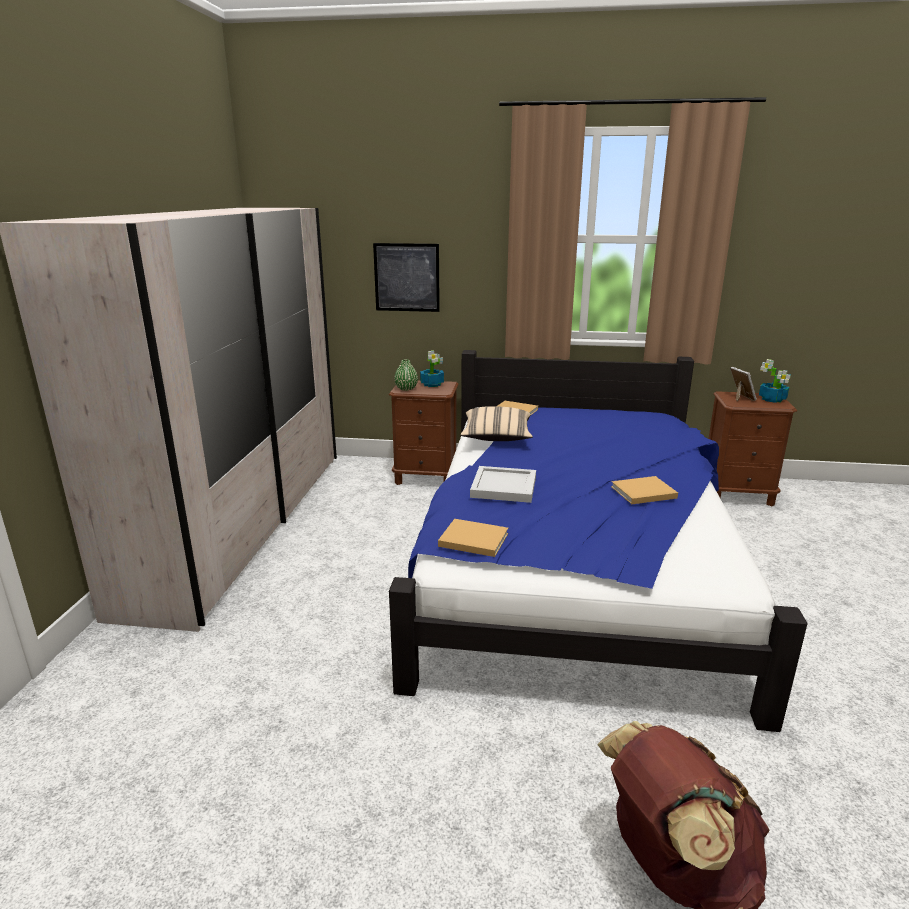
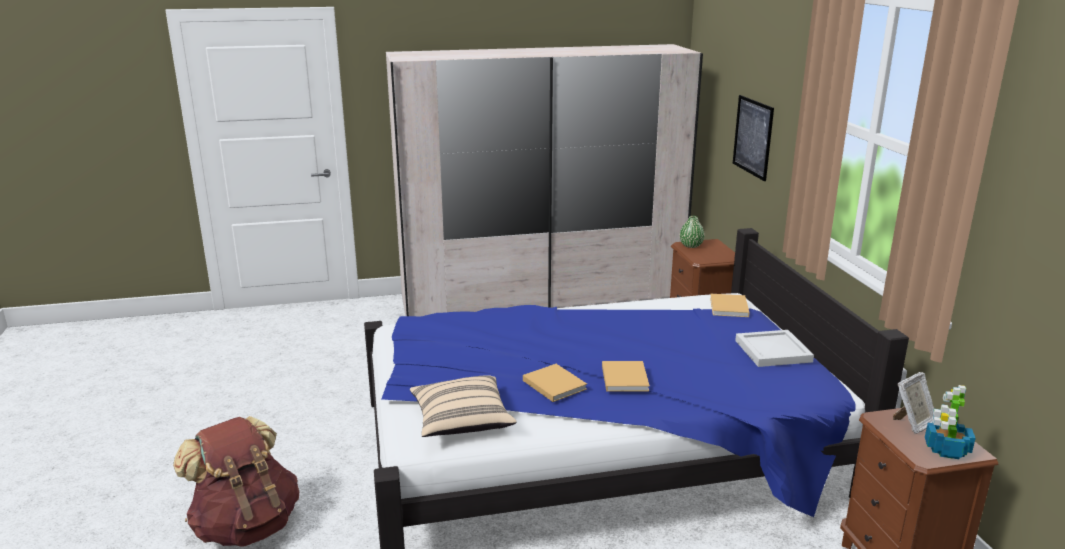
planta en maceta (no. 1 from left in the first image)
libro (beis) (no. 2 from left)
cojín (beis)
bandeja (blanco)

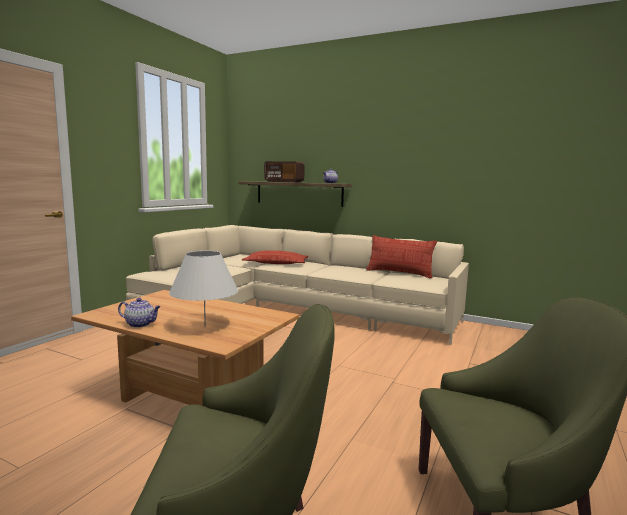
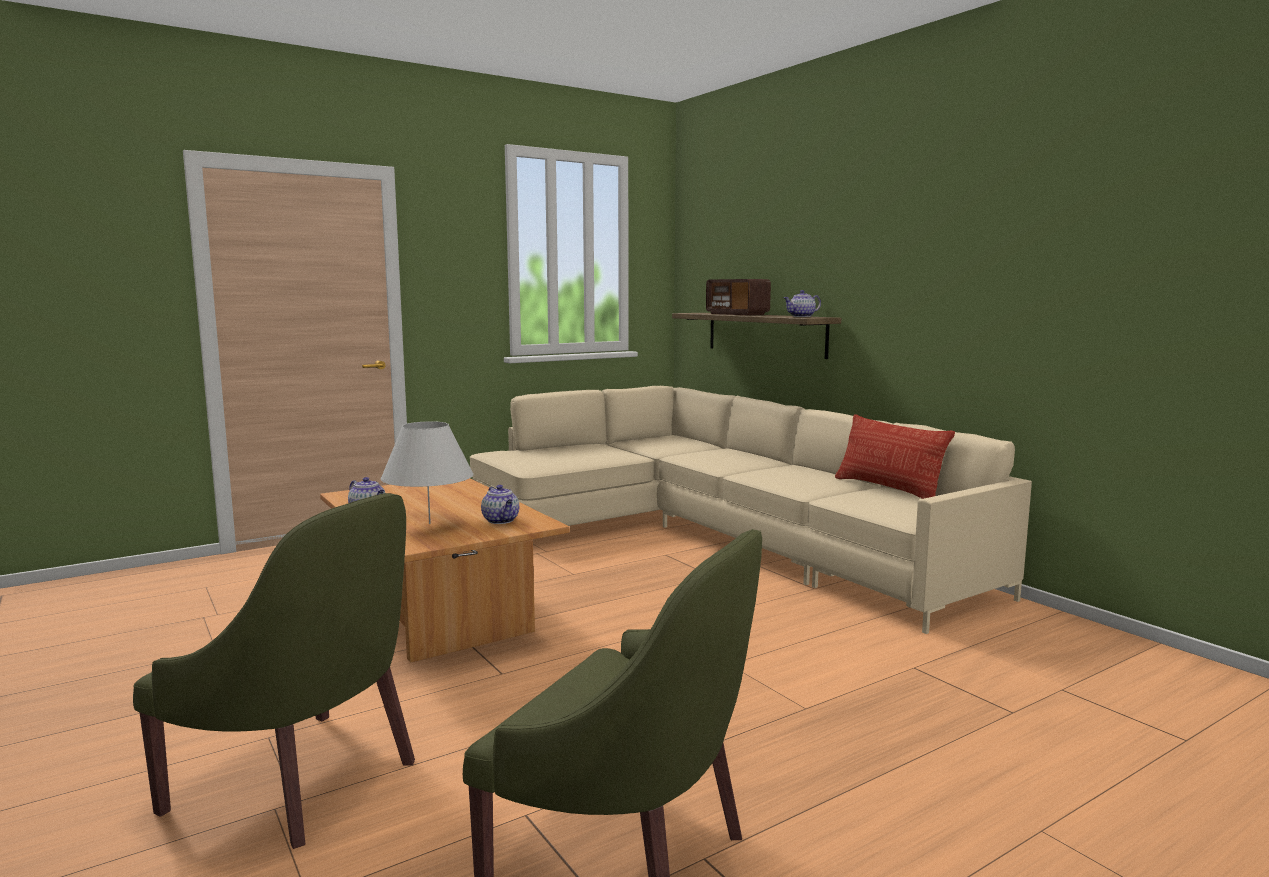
cojín (no. 1 from left in the first image)
tetera (no. 2 from left)

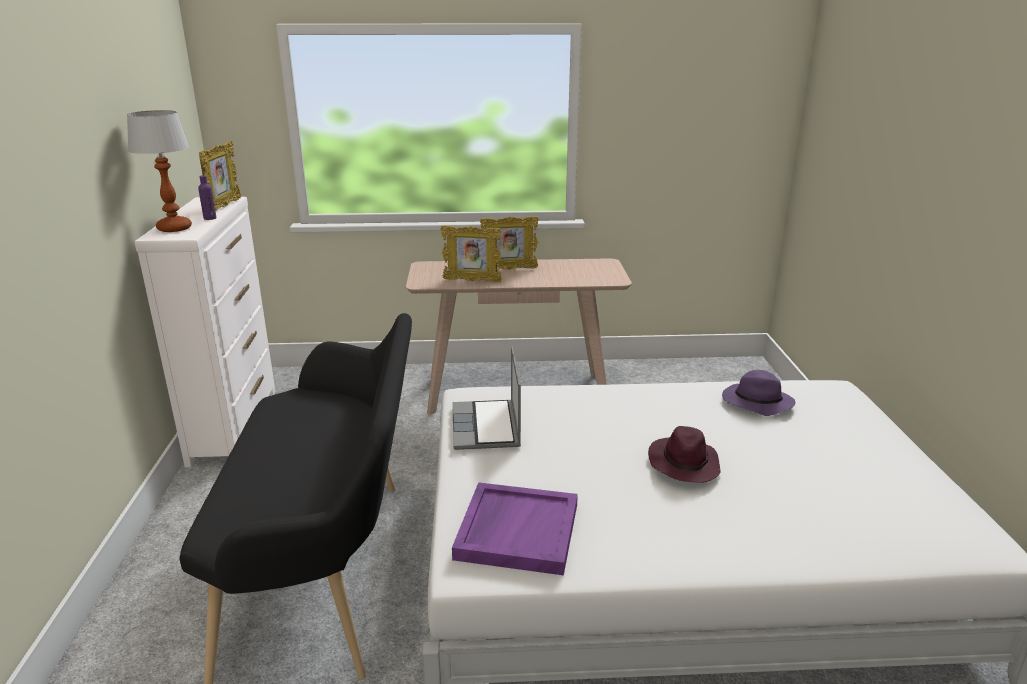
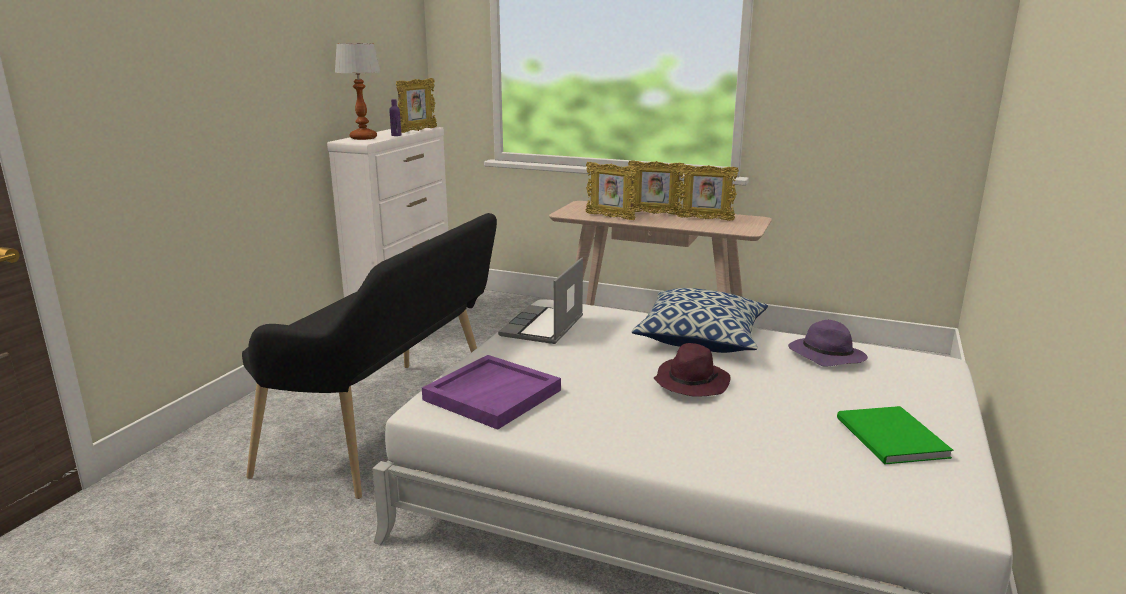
cojín
portarretratos (no. 4 from left)
libro (verde)

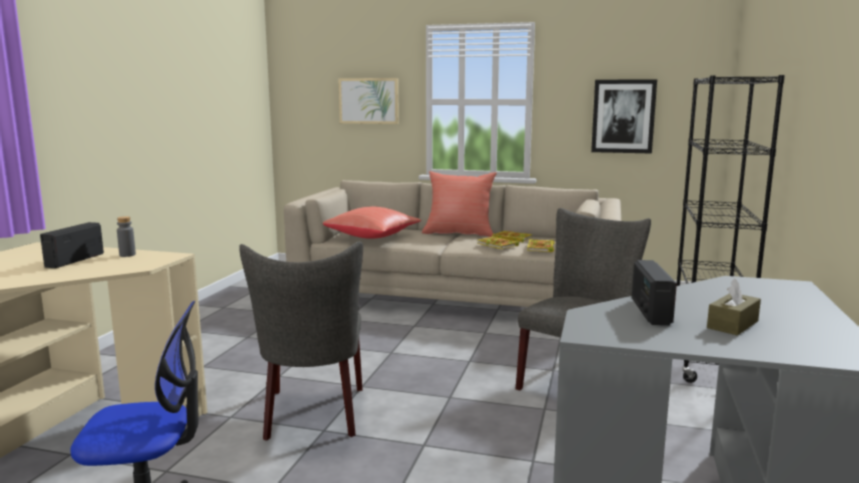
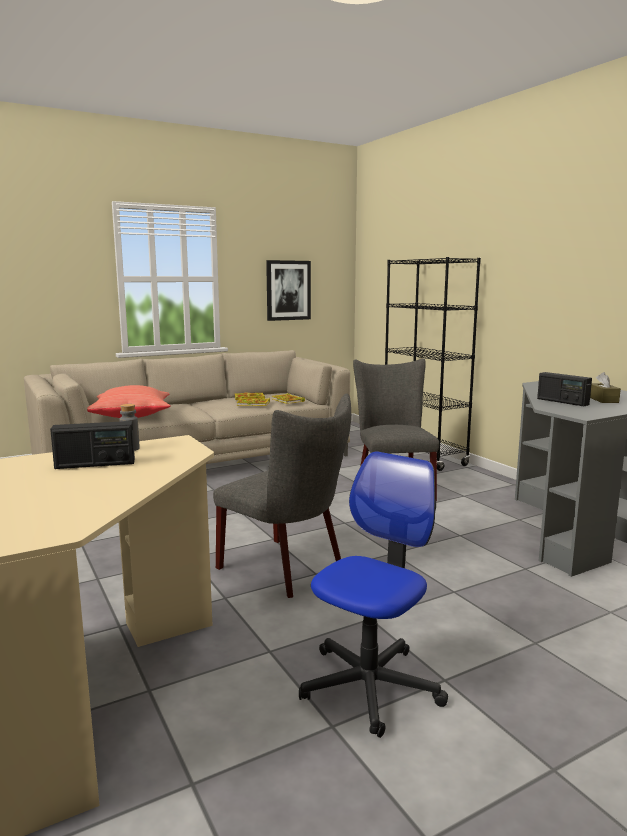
cuadro (no. 1 from left in the first image)
cojín (rojo) (no. 2 from left in the first image)
radio (no. 1 from left)

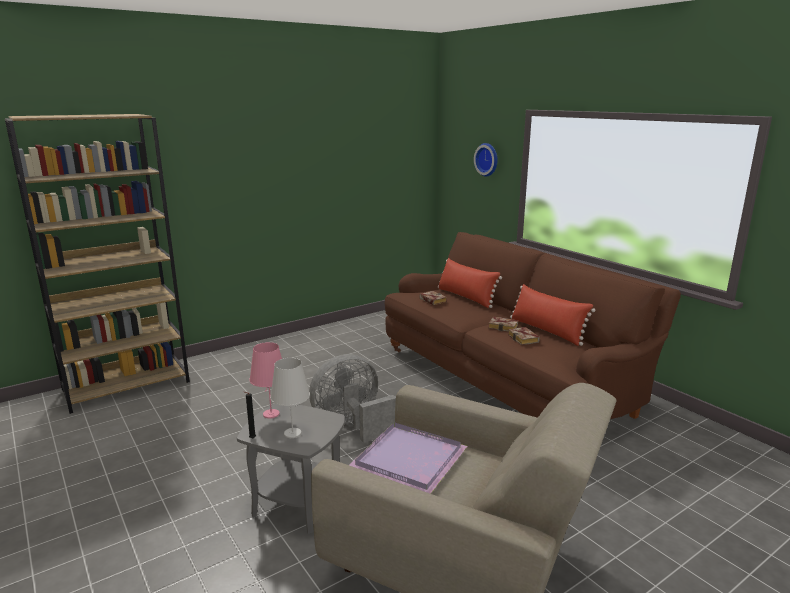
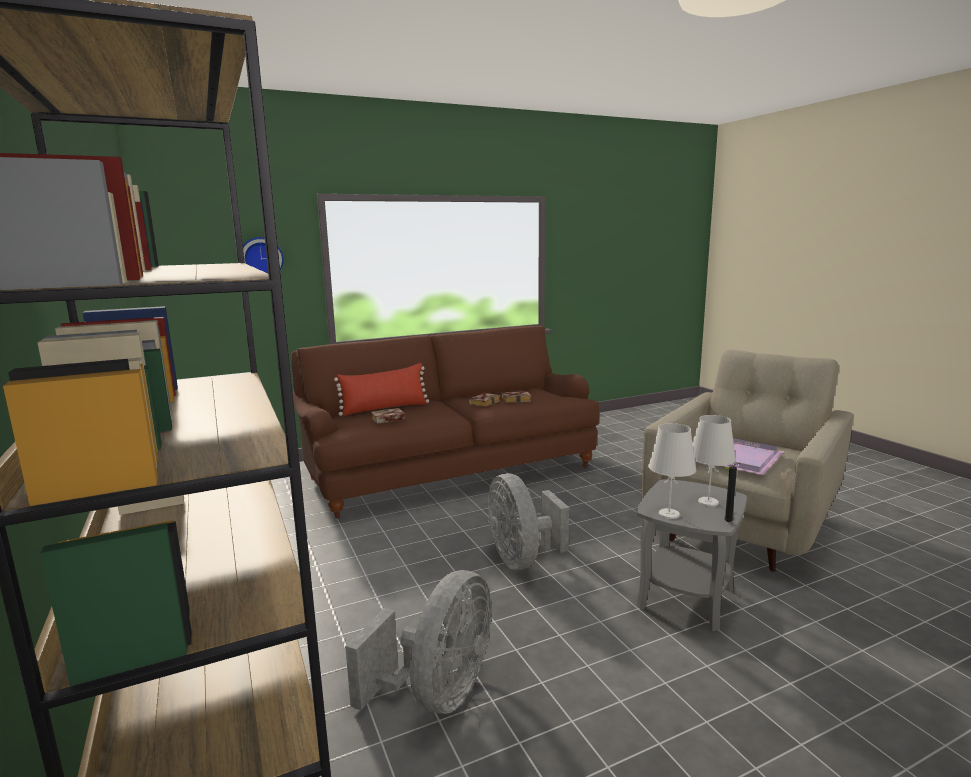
cojín (rojo) (no. 2 from left in the first image)
ventilador (gris) (no. 1 from left)
lámpara de mesa (blanco) (no. 1 from left)

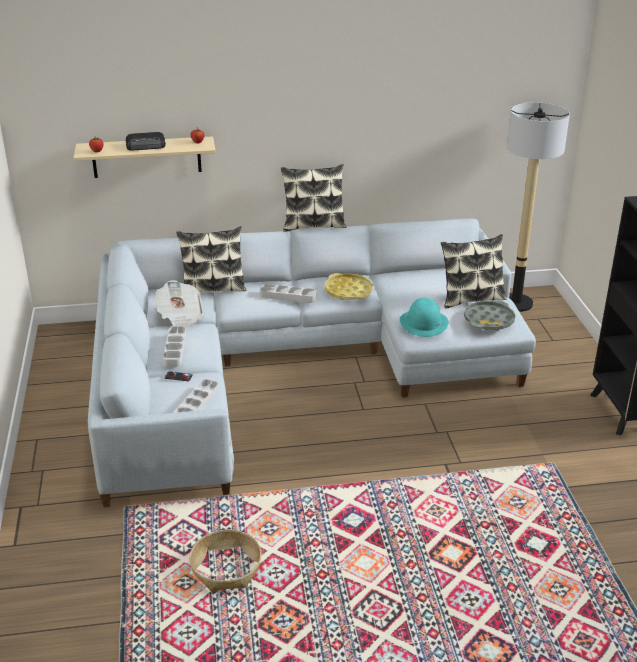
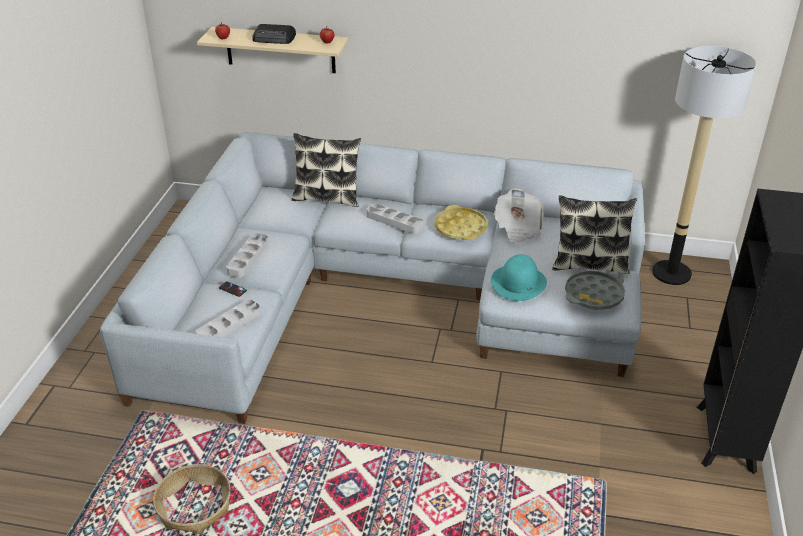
cojín (no. 2 from left in the first image)
periódico

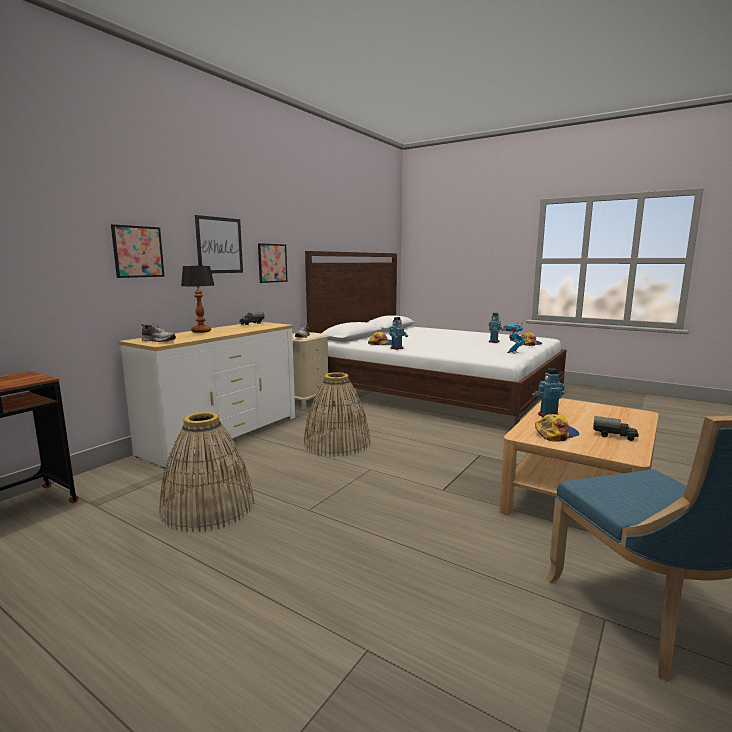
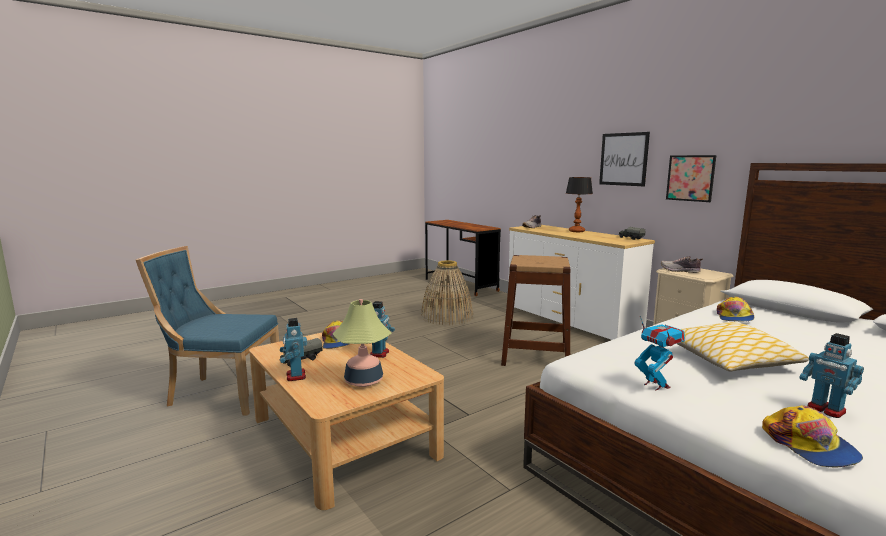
cuadro (no. 1 from left in the first image)
lámpara de mesa (no. 1 from left)
cojín
robot de juguete (no. 1 from left)
taburete (marrón)

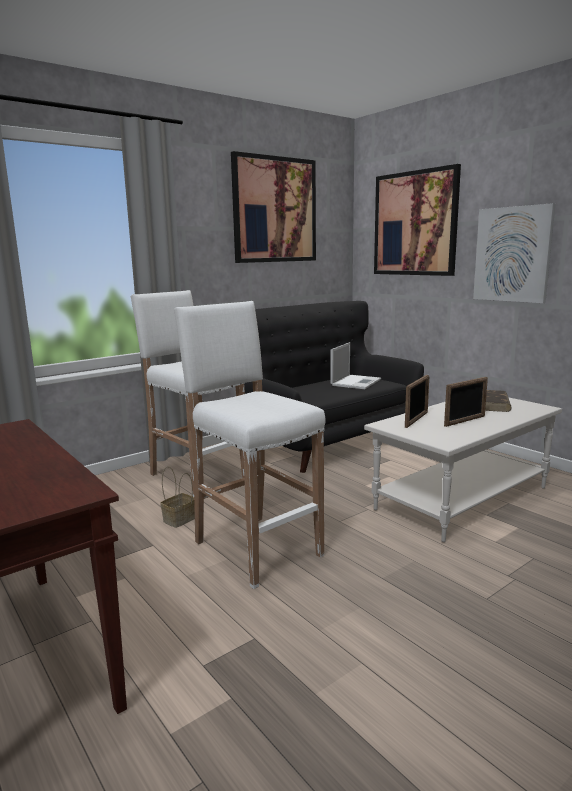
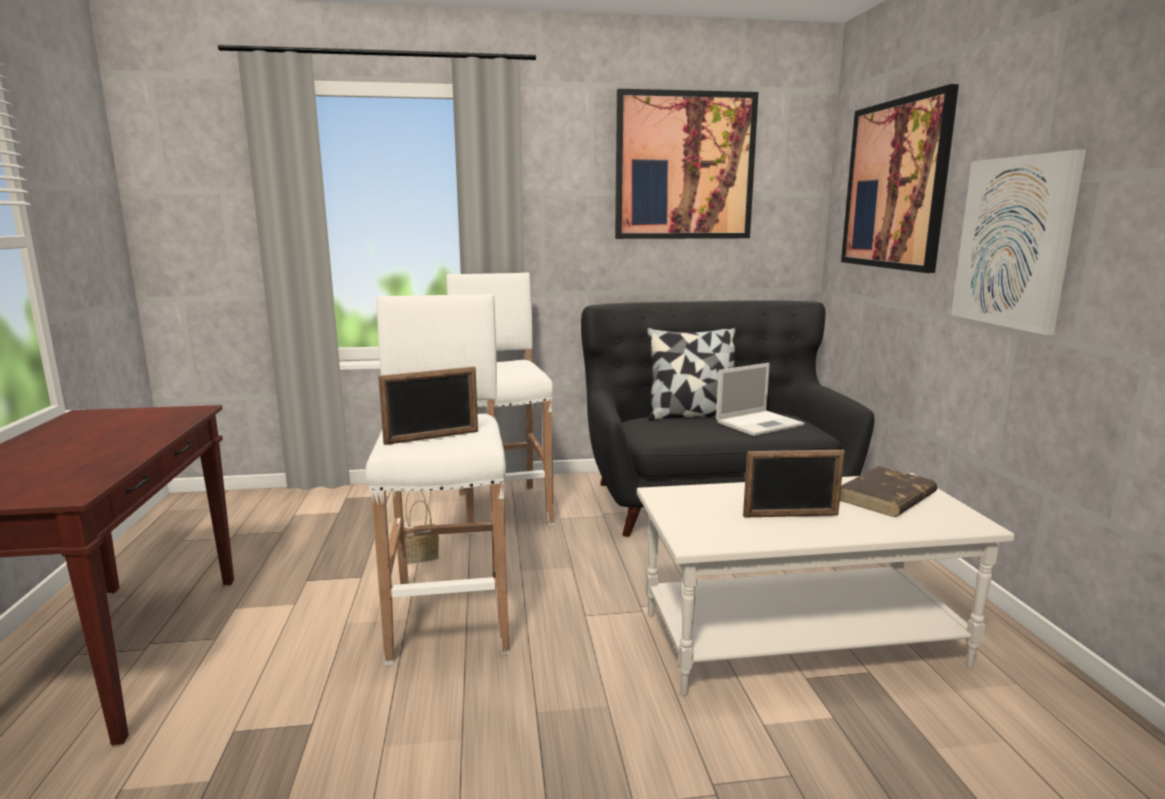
cojín
portarretratos (no. 1 from left)

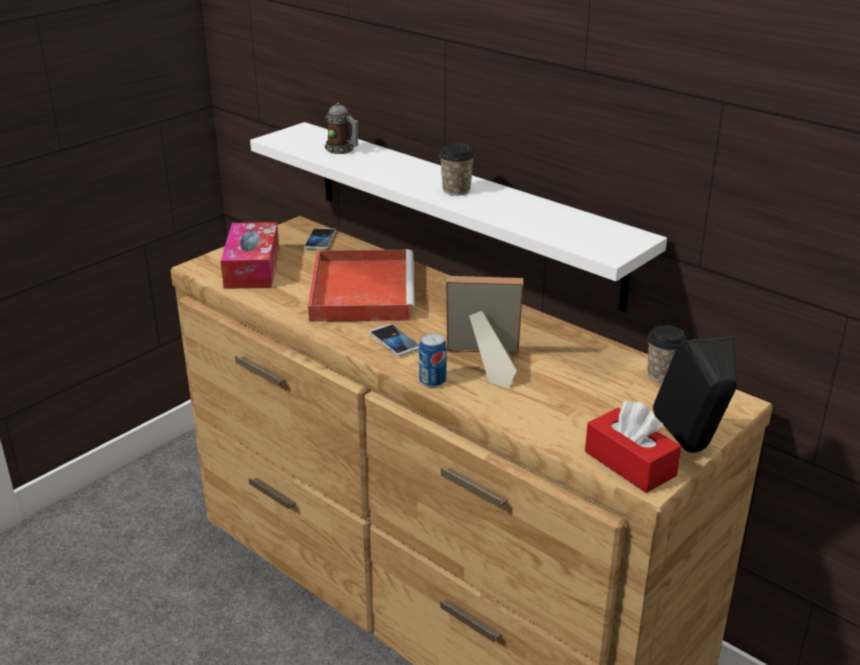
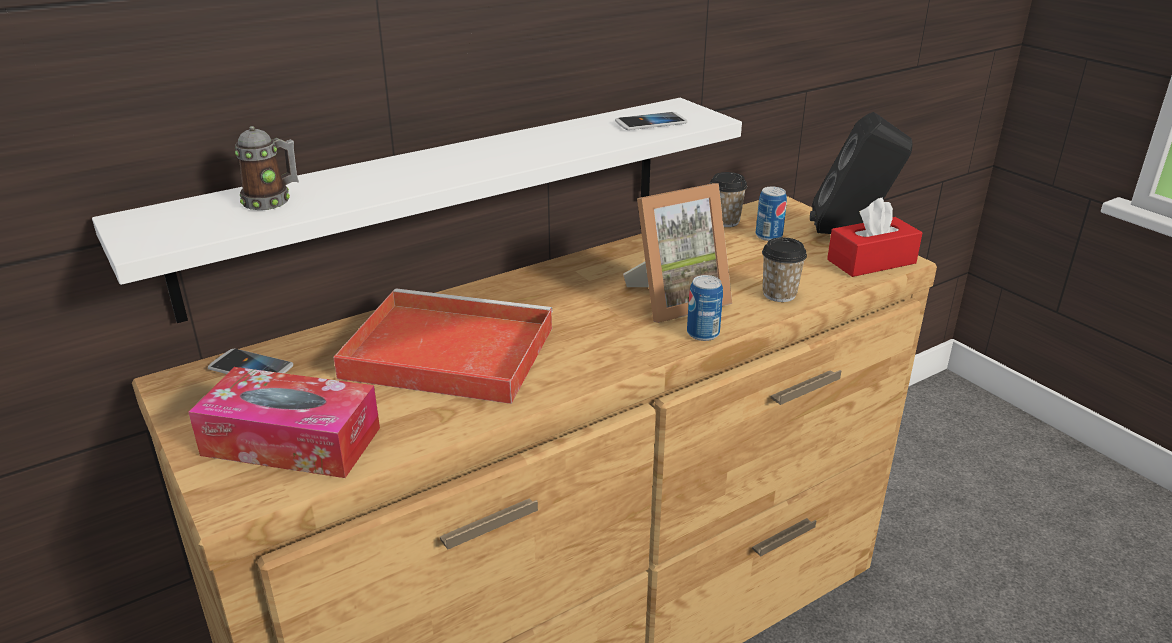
lata (no. 2 from left)
móvil (no. 2 from left)
taza (no. 2 from left)
portarretratos

